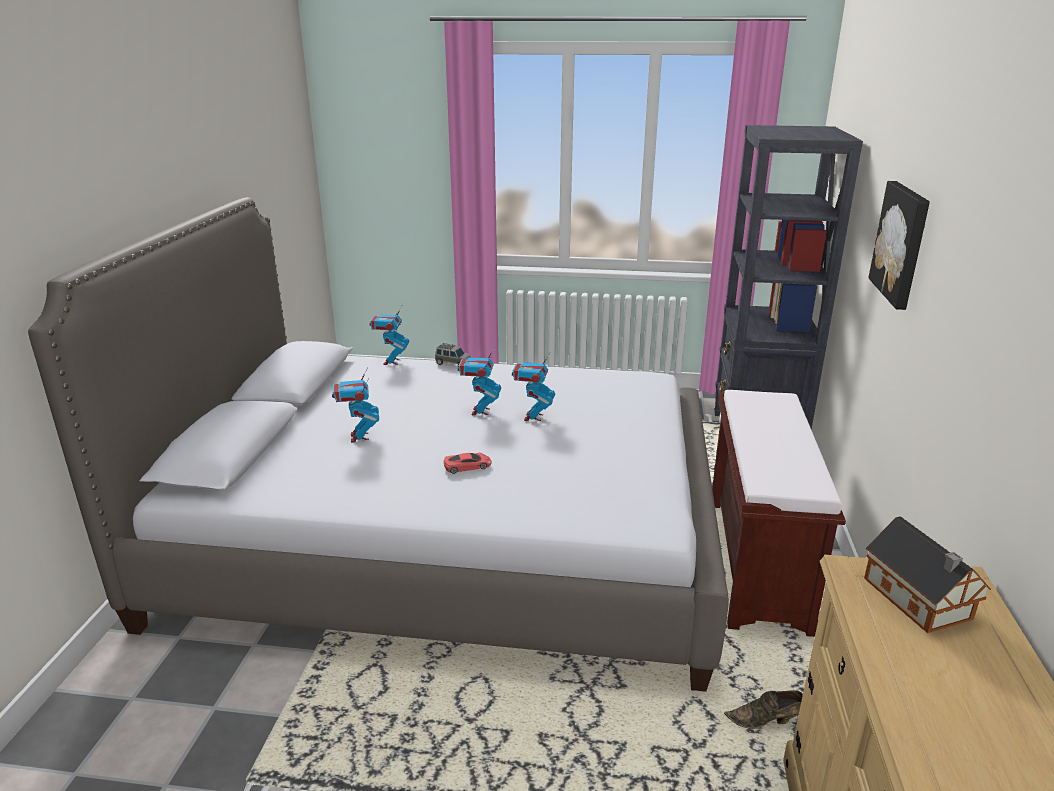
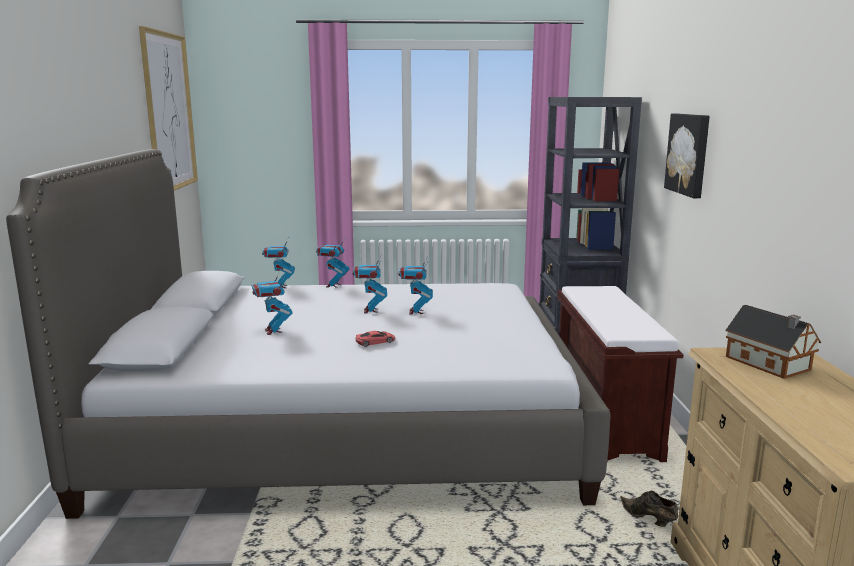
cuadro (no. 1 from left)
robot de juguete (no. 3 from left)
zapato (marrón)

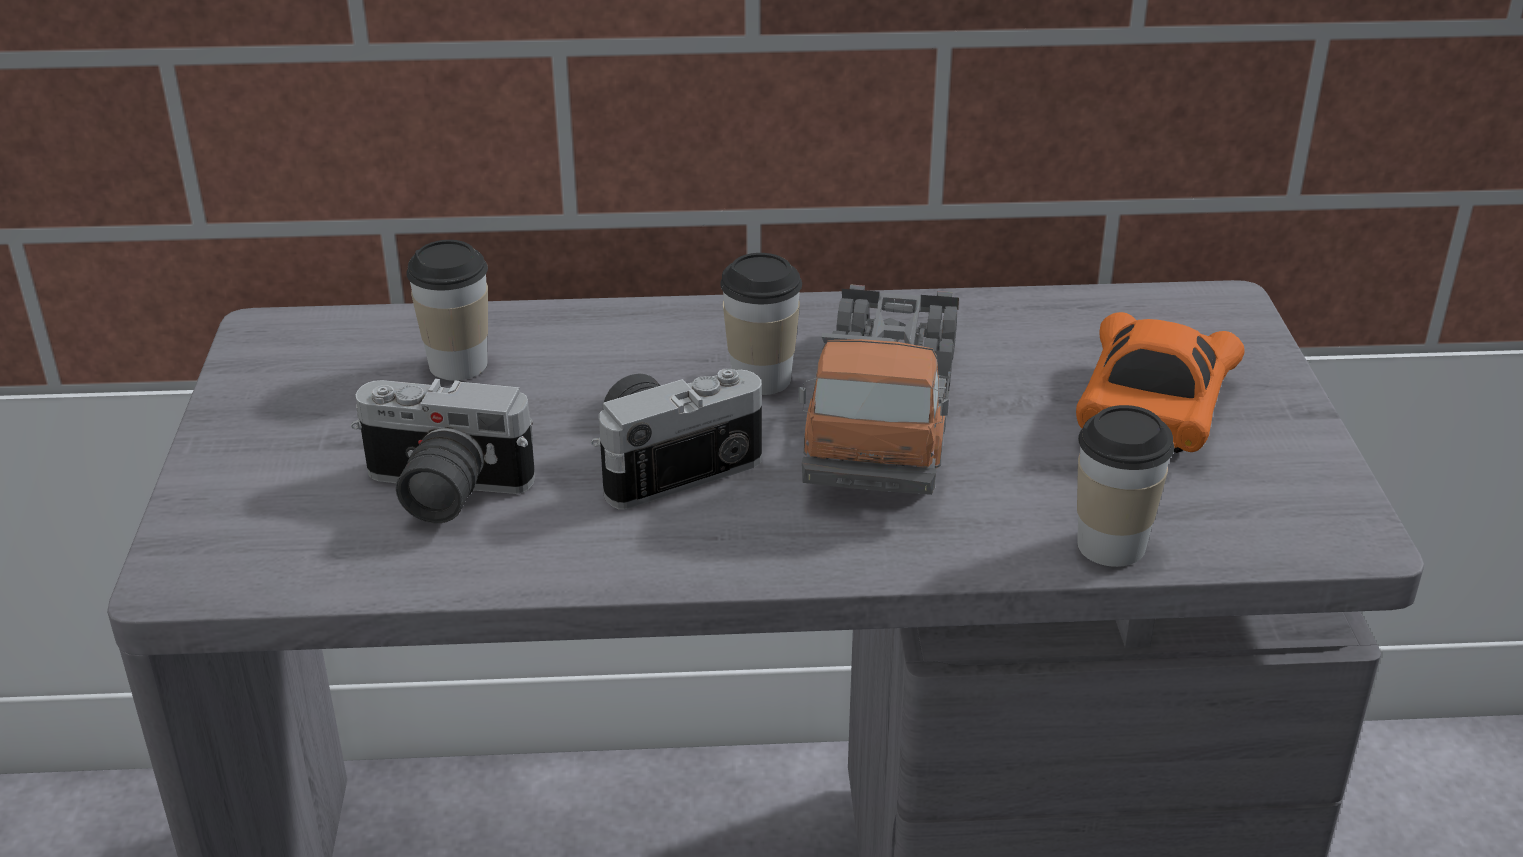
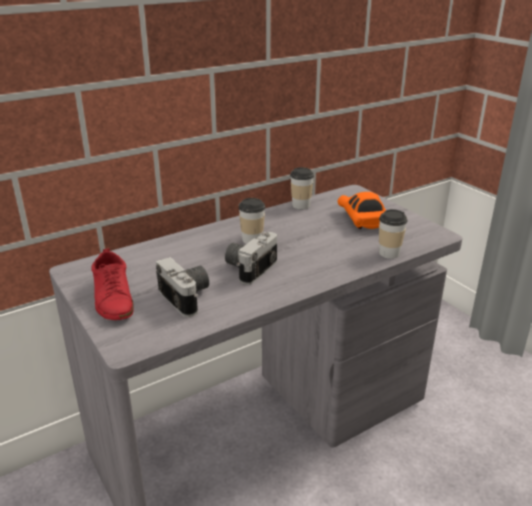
camión de juguete
zapato (rojo)
taza (no. 2 from left)
cámara (no. 1 from left)

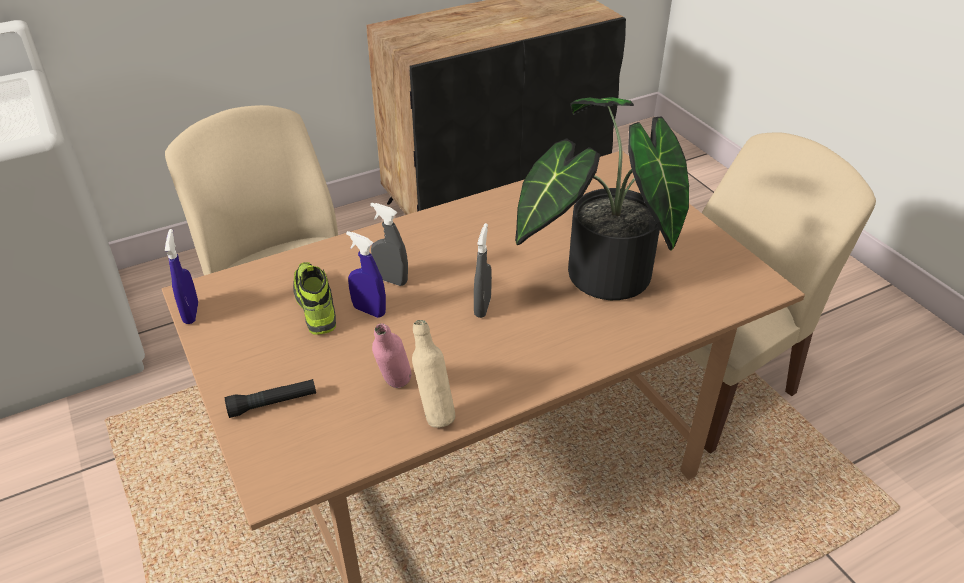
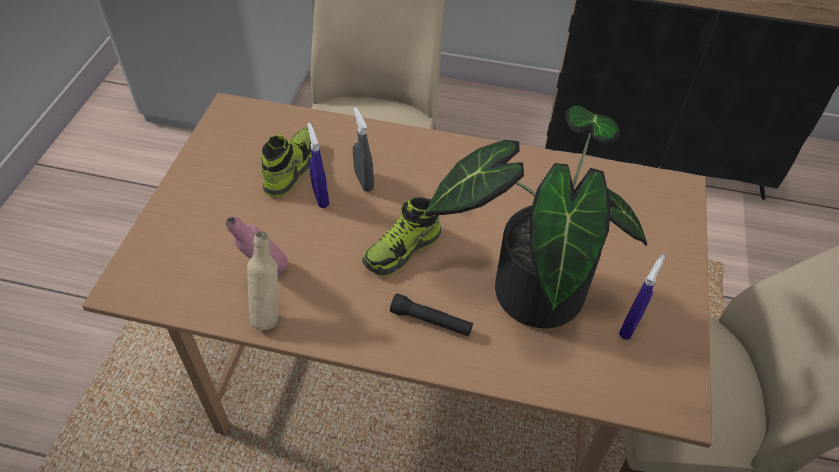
pulverizador (azul) (no. 2 from left)
linterna (negro)
zapato (no. 2 from left)

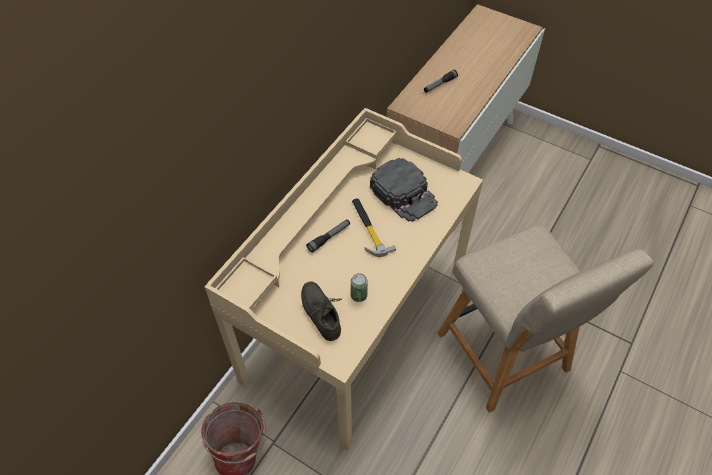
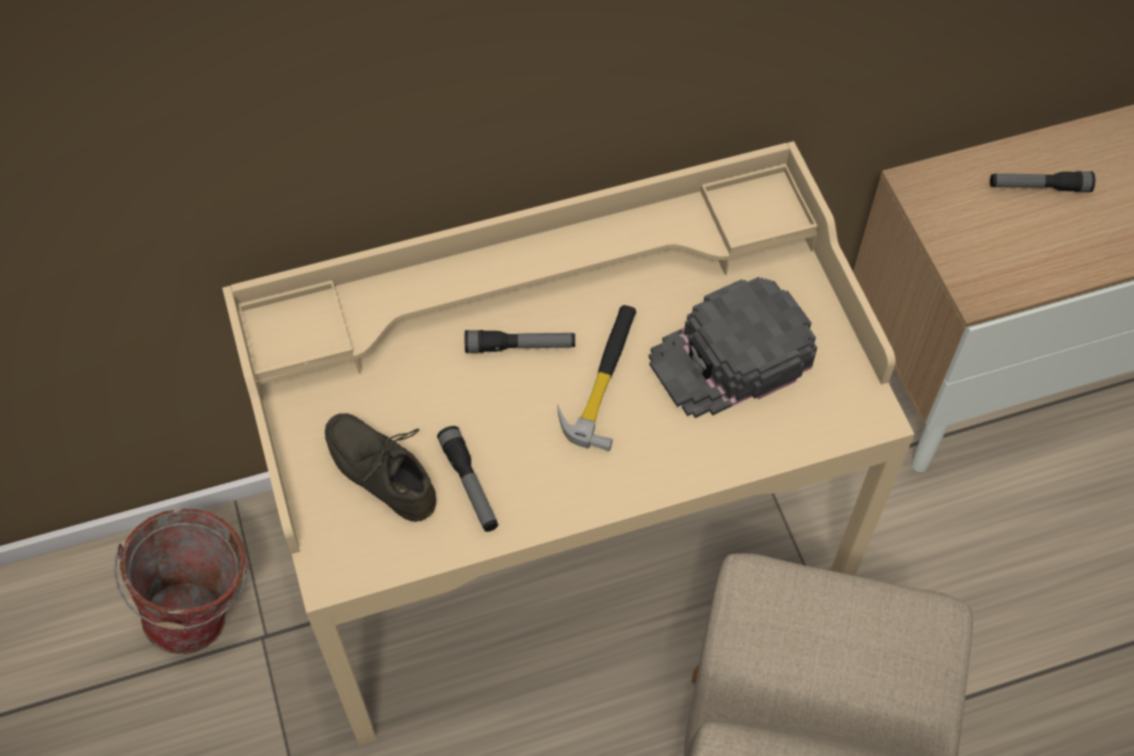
linterna (no. 1 from left)
zapato (gris)
gorra (negro)

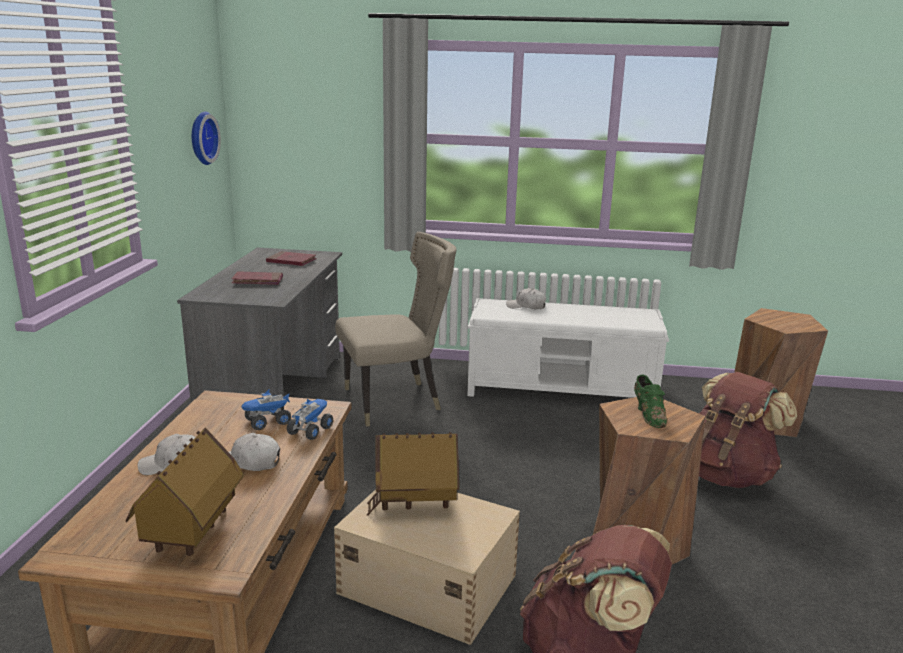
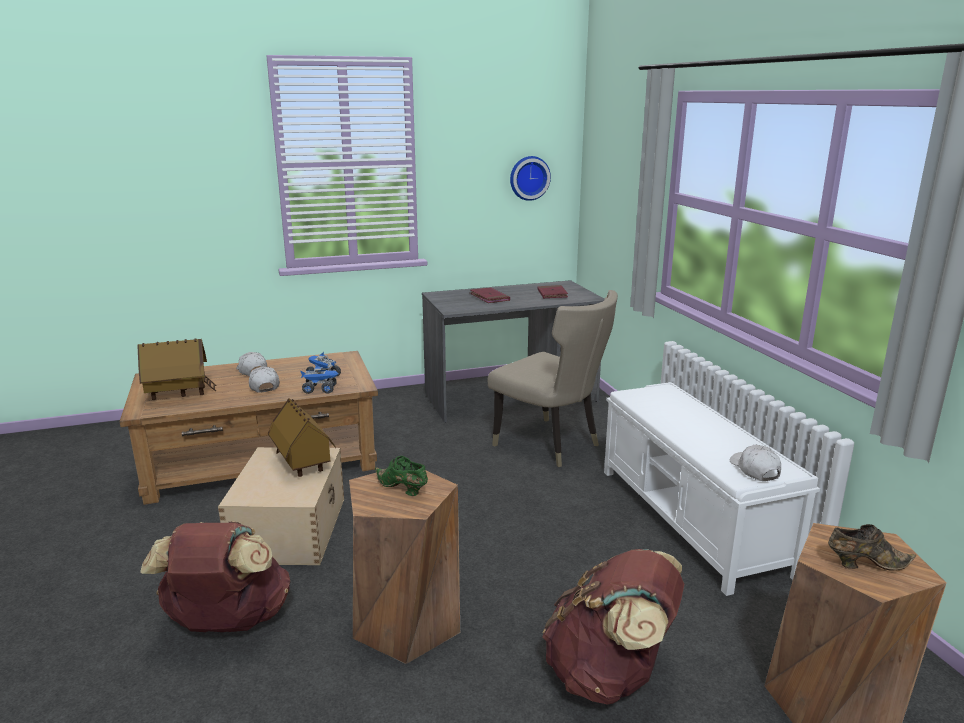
zapato (marrón)
gorra (blanco) (no. 3 from left)
zapato (verde)

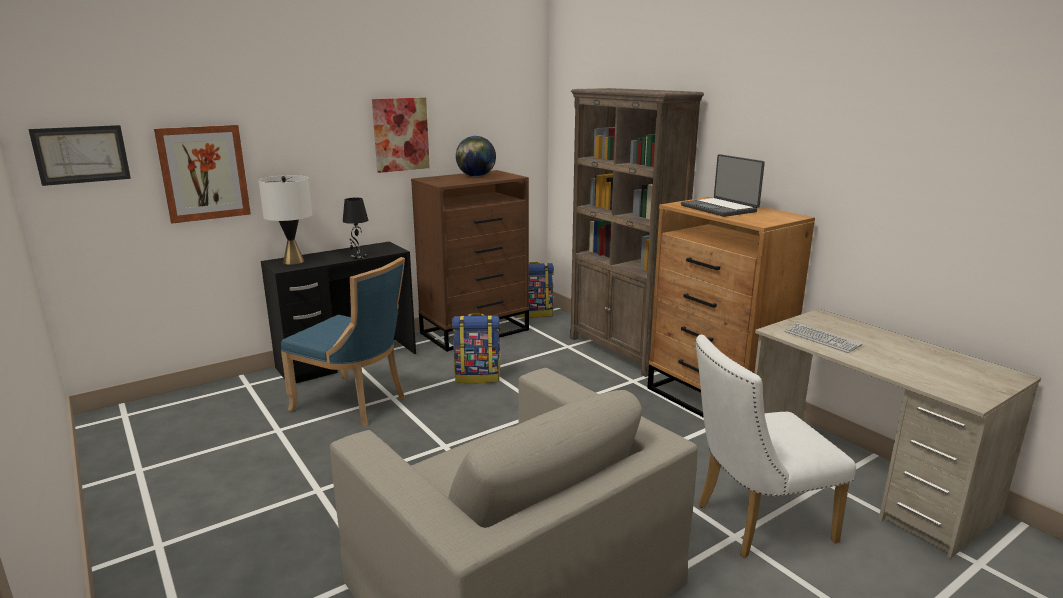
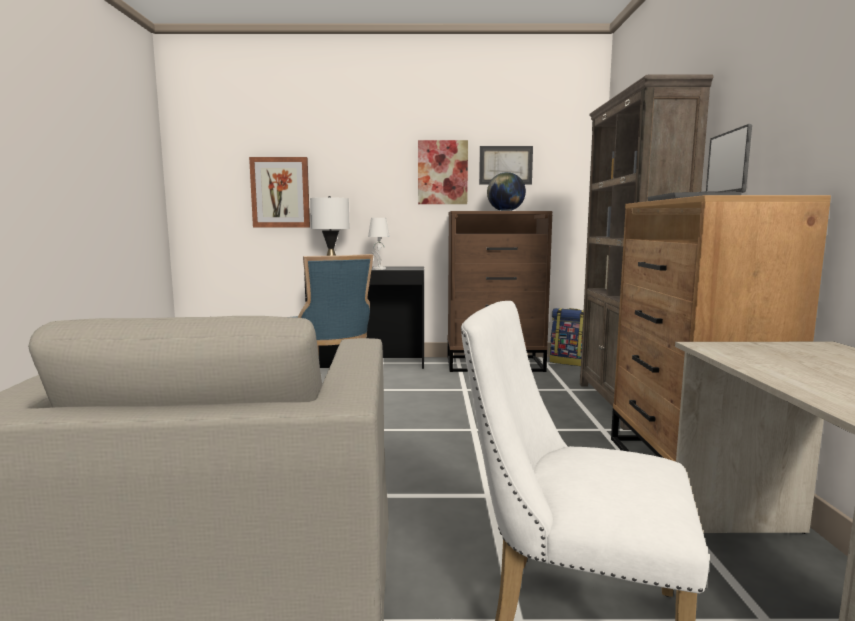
mochila (no. 1 from left in the first image)
teclado
cuadro (no. 3 from left)
lámpara de mesa (blanco) (no. 2 from left)

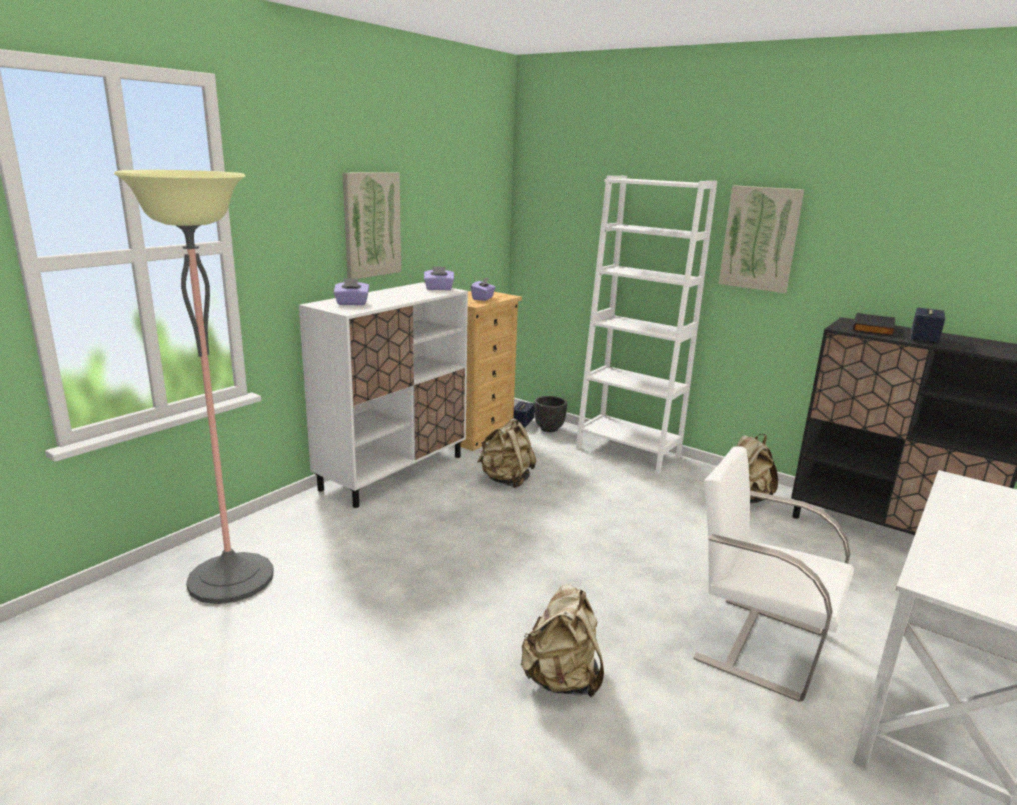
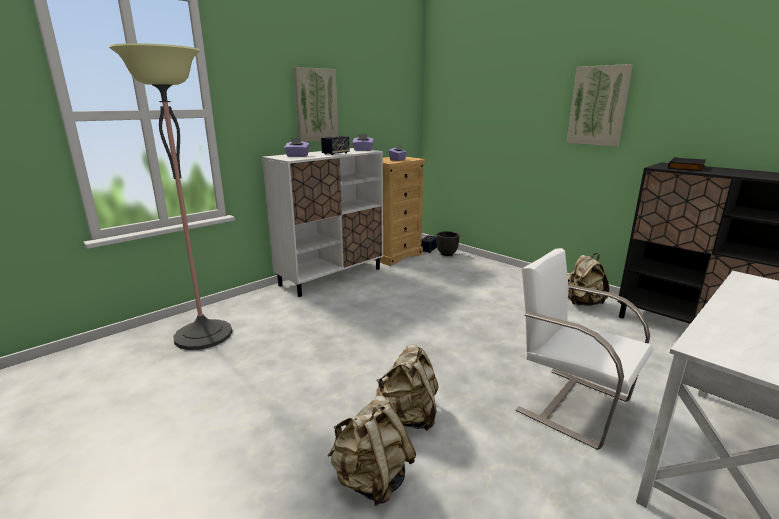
estantería (blanco)
mochila (beis) (no. 1 from left)
altavoz (no. 1 from left)

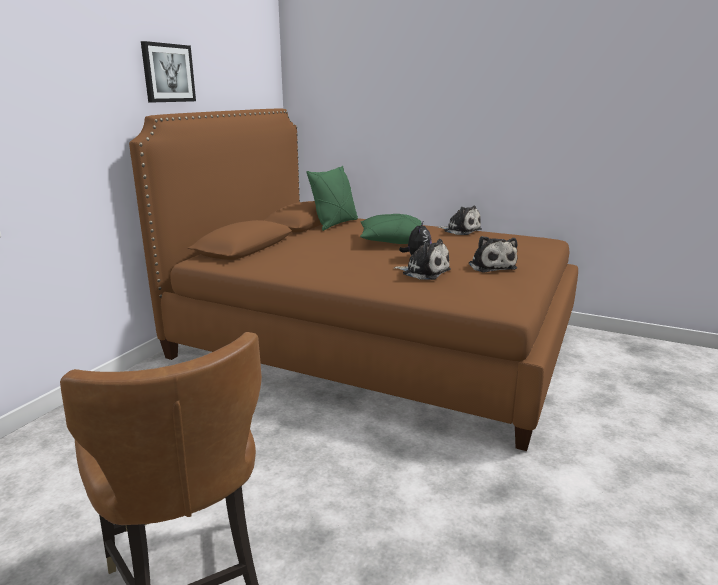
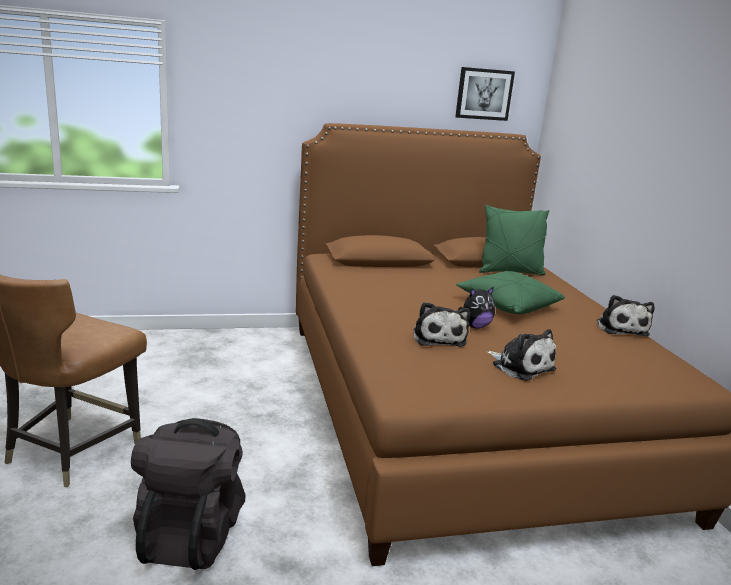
mochila (negro)
cuadro
peluche (no. 3 from left)

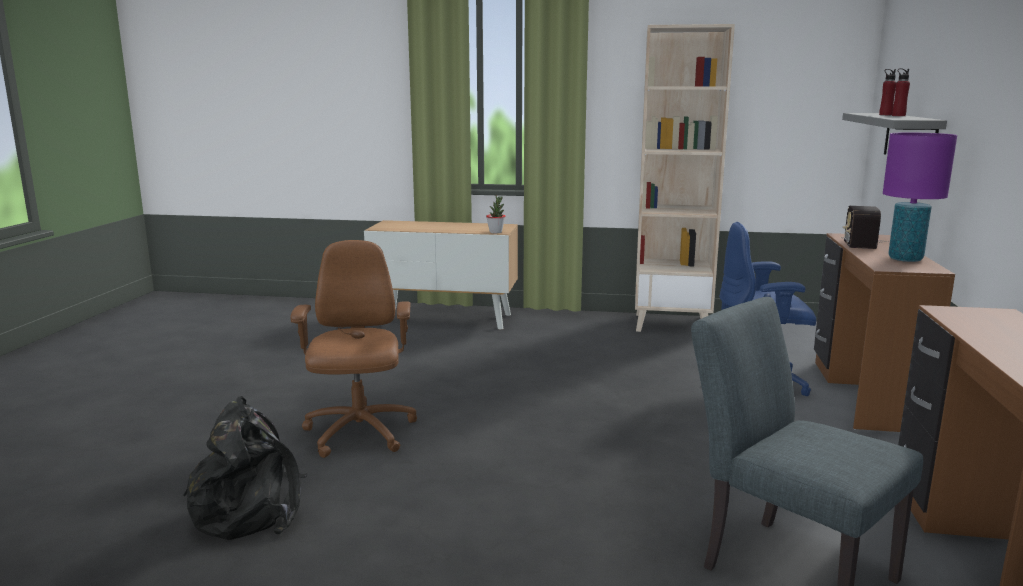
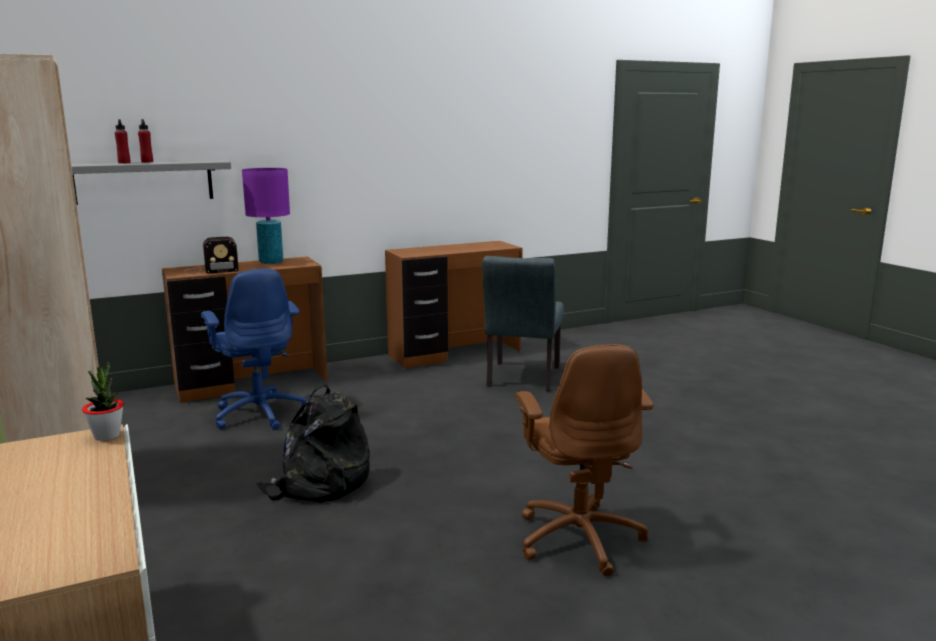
mochila (negro)
silla de oficina (marrón)

